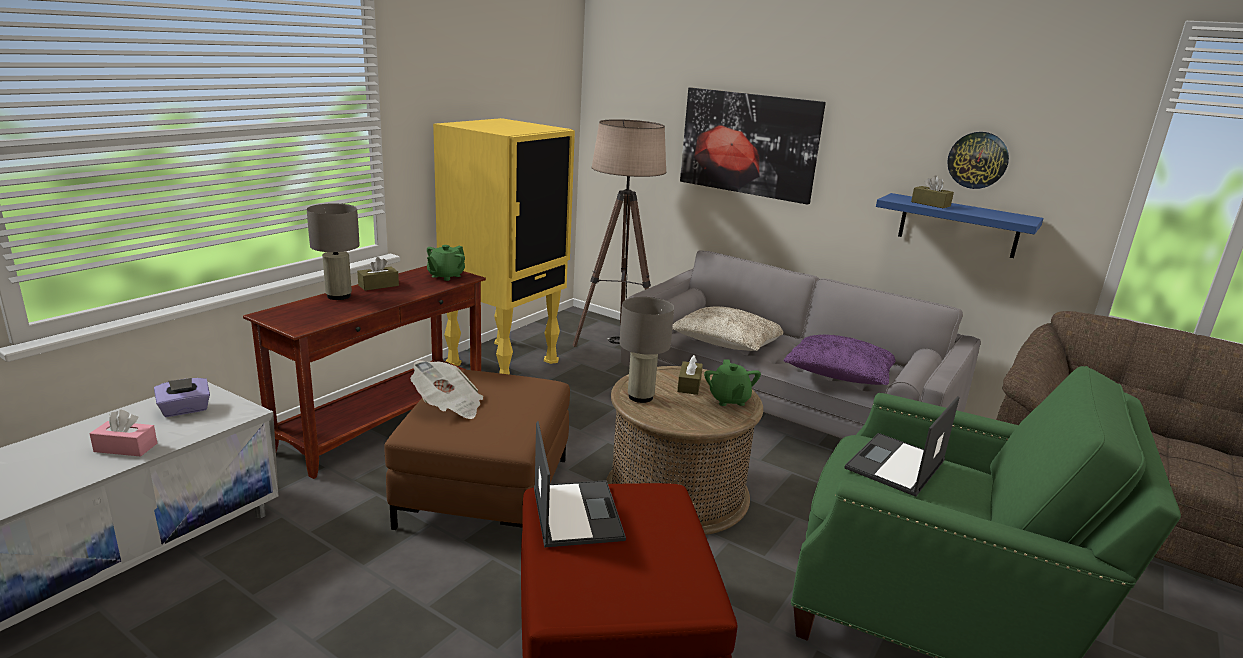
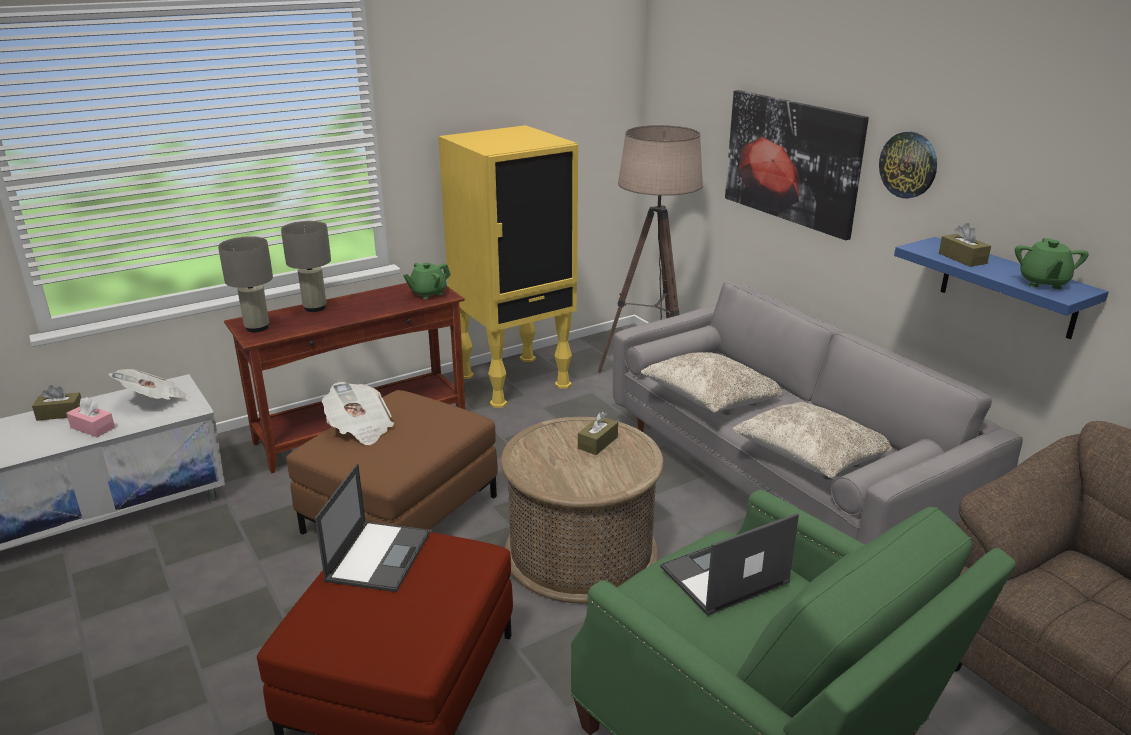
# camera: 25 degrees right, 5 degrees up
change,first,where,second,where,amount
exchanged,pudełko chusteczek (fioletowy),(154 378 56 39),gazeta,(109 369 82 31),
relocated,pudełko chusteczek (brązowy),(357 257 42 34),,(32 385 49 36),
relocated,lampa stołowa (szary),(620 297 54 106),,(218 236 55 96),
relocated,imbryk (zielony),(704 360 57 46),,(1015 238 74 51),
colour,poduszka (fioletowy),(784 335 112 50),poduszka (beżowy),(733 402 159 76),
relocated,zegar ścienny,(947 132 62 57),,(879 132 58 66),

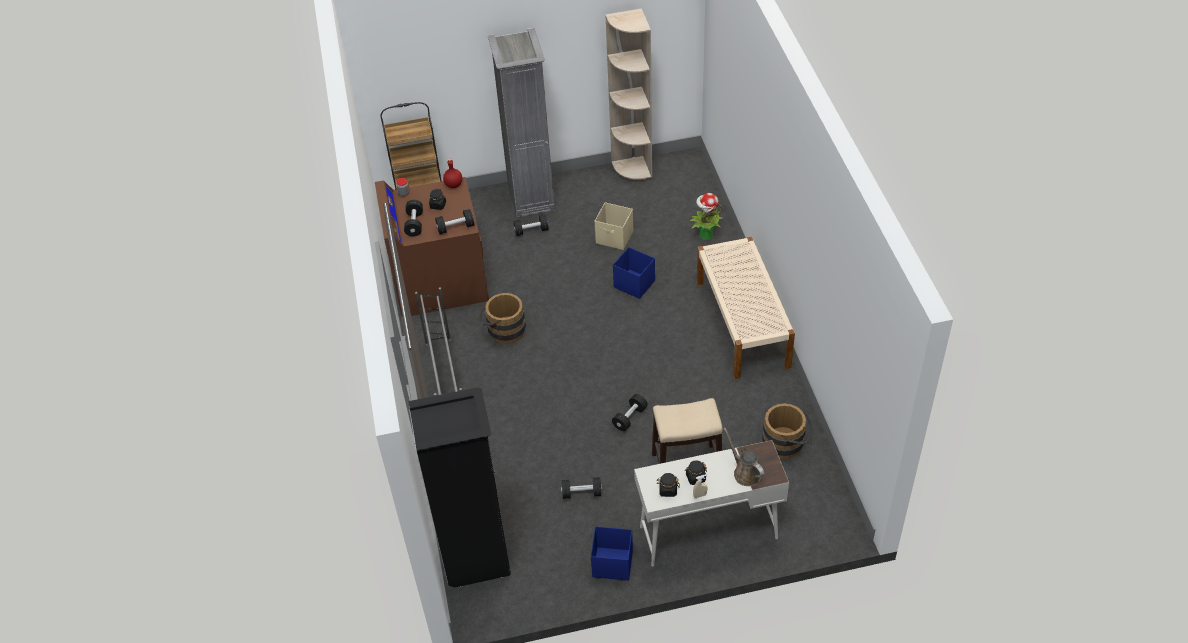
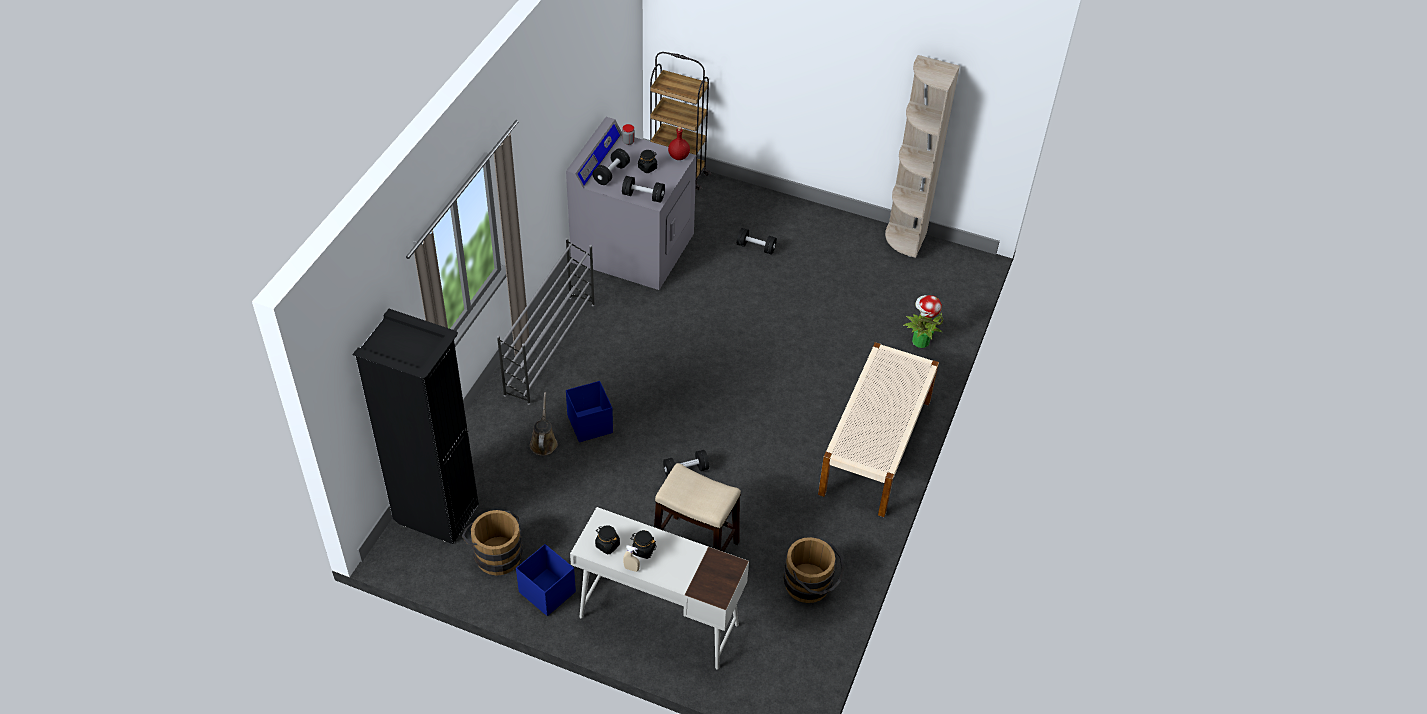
# camera: 30 degrees right, 0 degrees up
change,first,where,second,where,amount
colour,pralka (brązowy),(375 177 114 140),pralka (szary),(566 117 130 173),
relocated,wiadro (brązowy),(479 292 47 52),,(462 510 61 66),
missing,szafka (szary),(488 28 67 189),,,
missing,hantel (czarny),(561 477 41 22),,,
missing,pojemnik do przechowywania (beżowy),(595 202 38 48),,,
relocated,pojemnik do przechowywania (niebieski),(613 247 42 52),,(566 381 47 61),
relocated,konewka (brązowy),(723 428 41 58),,(530 392 28 64),

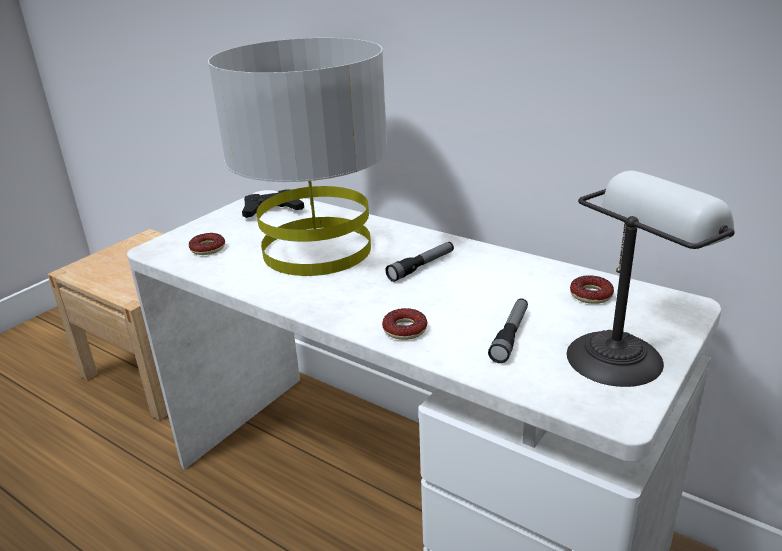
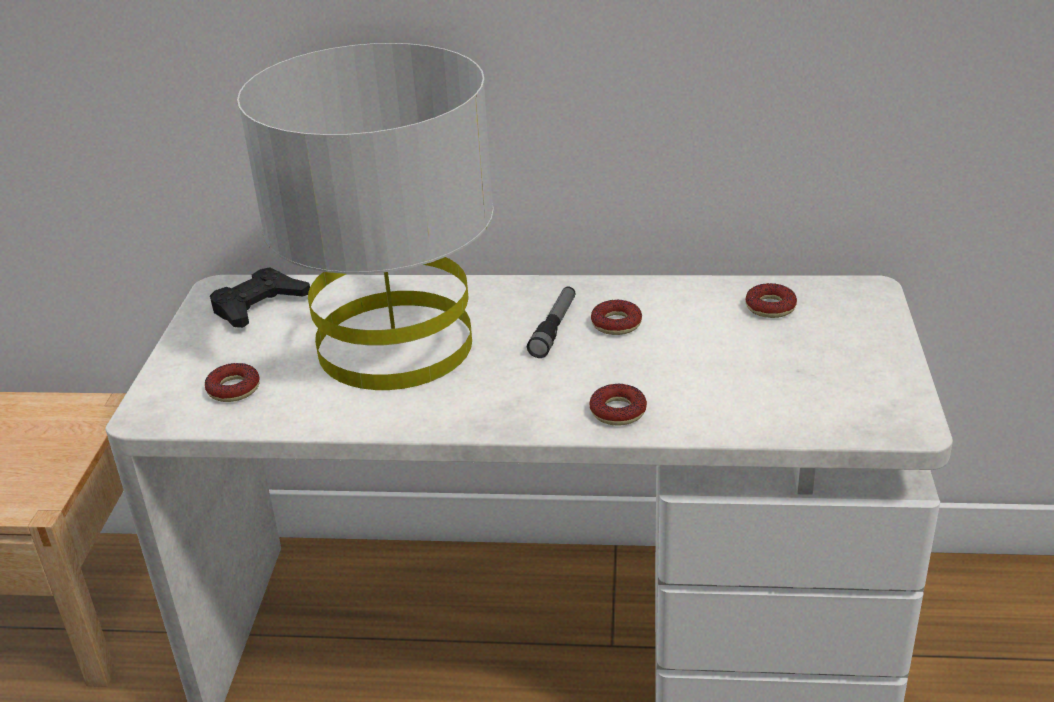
# camera: 30 degrees left, 5 degrees up
change,first,where,second,where,amount
missing,latarka,(488 298 40 65),,,
missing,lampa stołowa,(567 171 168 216),,,
appeared,,,donut,(591 300 51 35),

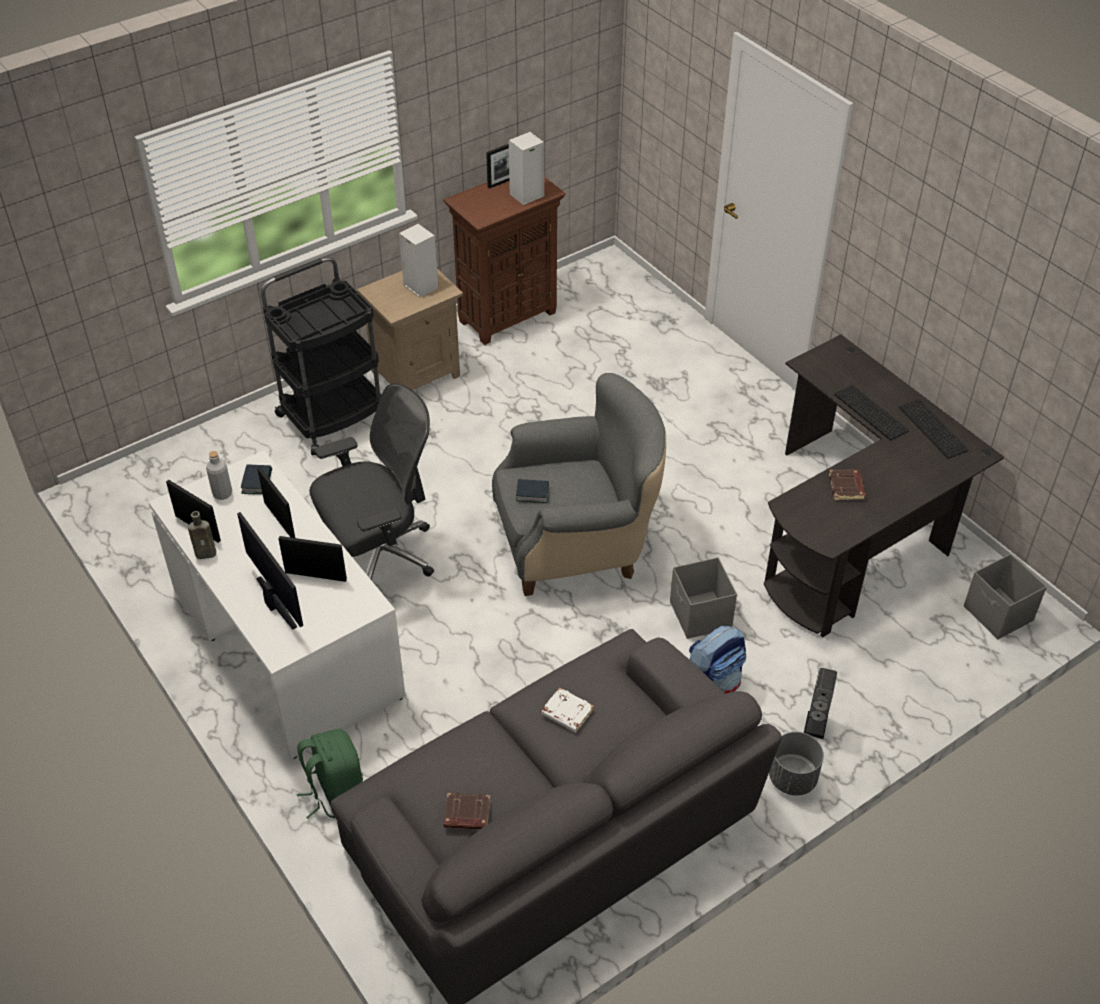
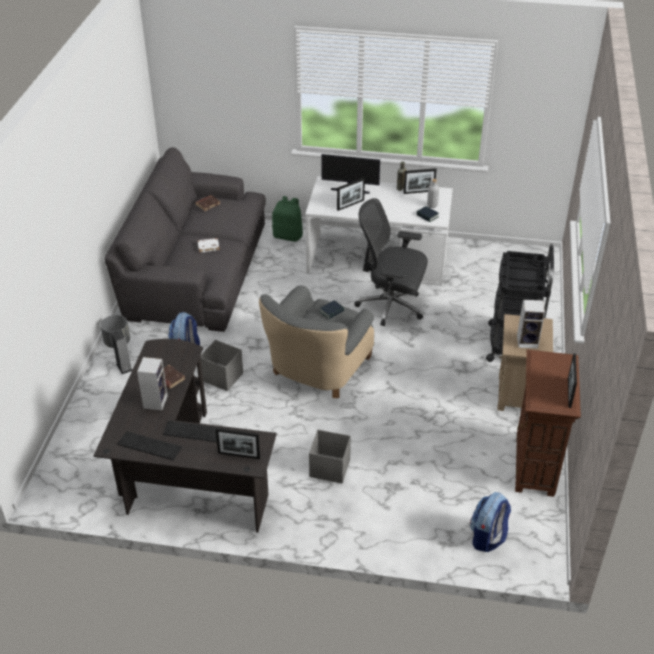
# camera: 135 degrees right, 5 degrees down
change,first,where,second,where,amount
relocated,ramka na zdjęcie,(257 467 38 71),,(216 428 44 31),
spun,krzesło biurowe,(310 383 124 197),,(354 198 74 128),90 degrees clockwise
relocated,głośnik,(509 132 35 73),,(137 357 31 53),
relocated,pojemnik do przechowywania (szary),(964 554 83 85),,(309 430 42 53),
appeared,,,plecak,(470 492 41 60),

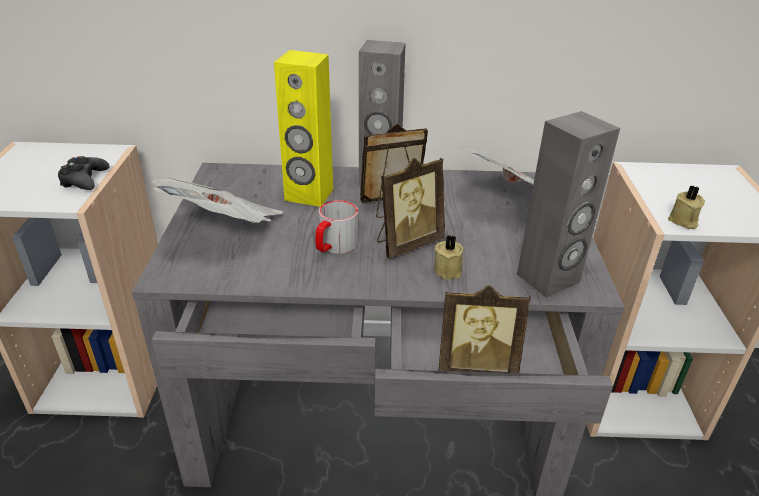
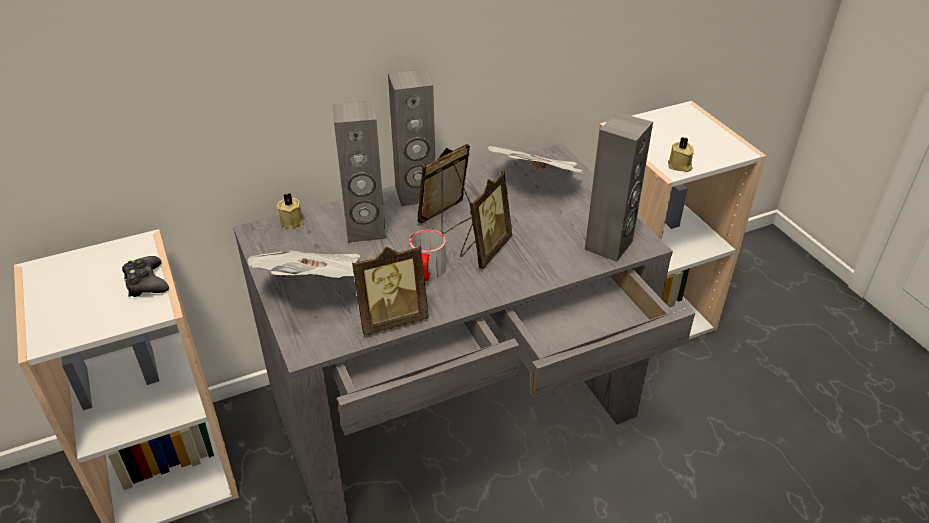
# camera: 25 degrees left, 5 degrees up
change,first,where,second,where,amount
colour,głośnik (żółty),(274 50 59 157),głośnik (szary),(332 101 54 142),
relocated,świeca (beżowy),(434 235 30 45),,(277 193 27 36),
relocated,ramka na zdjęcie,(438 285 93 88),,(352 246 76 90),

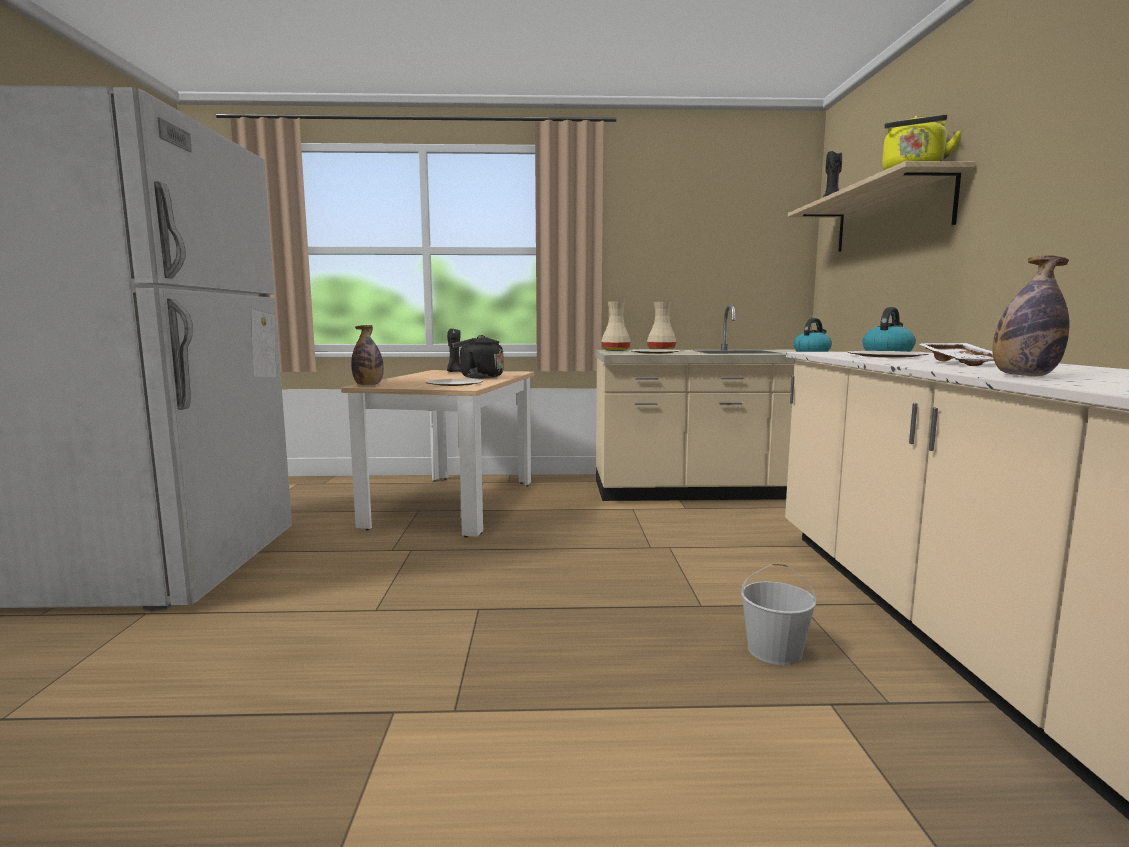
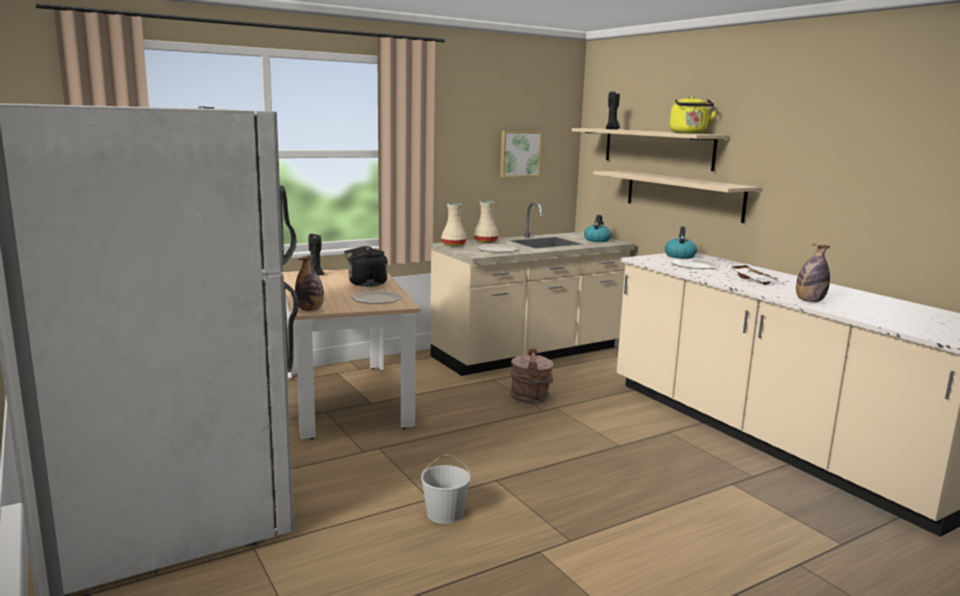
# camera: 30 degrees left, 5 degrees up
change,first,where,second,where,amount
relocated,wiadro (biały),(741 563 75 102),,(421 454 50 70),
appeared,,,obraz,(500 131 42 46),
appeared,,,wiadro (brązowy),(510 348 44 56),
appeared,,,półka,(593 171 167 52),

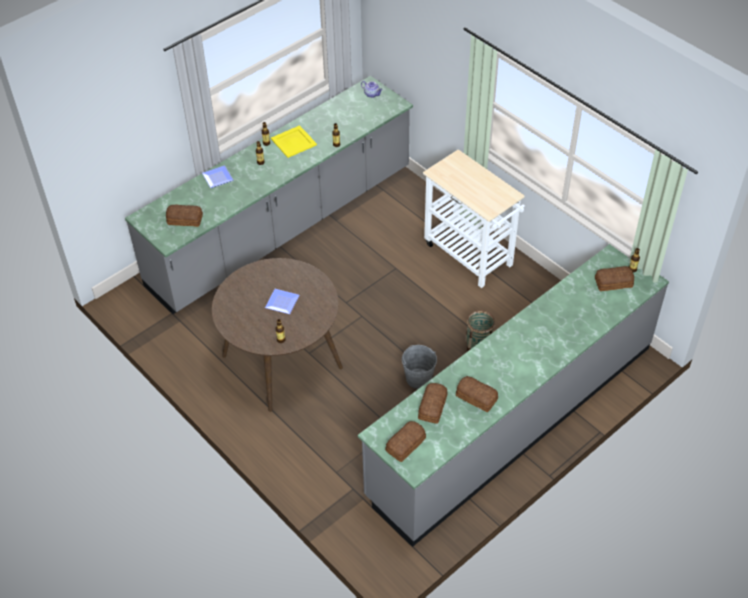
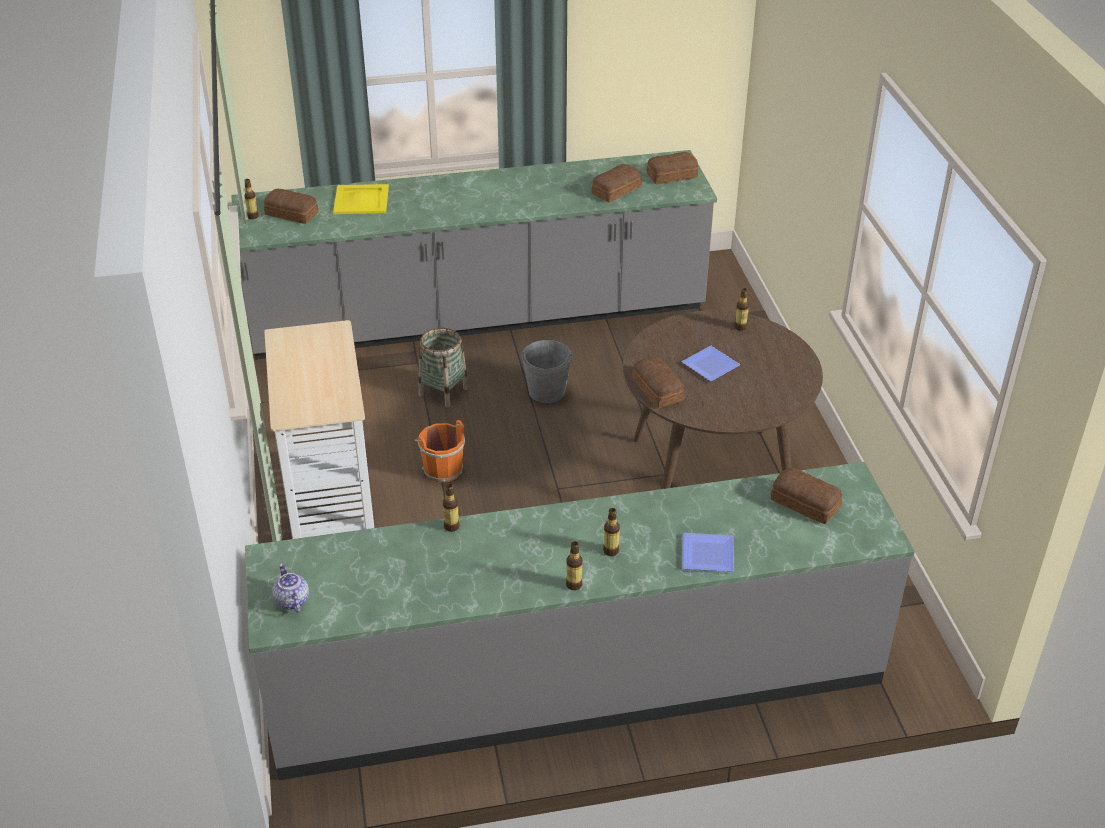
# camera: 150 degrees left, 10 degrees down
change,first,where,second,where,amount
relocated,taca (żółty),(271 125 46 33),,(333 184 56 30),
relocated,chleb,(456 376 42 36),,(632 356 52 52),
appeared,,,wiadro (pomarańczowy),(414 420 51 62),

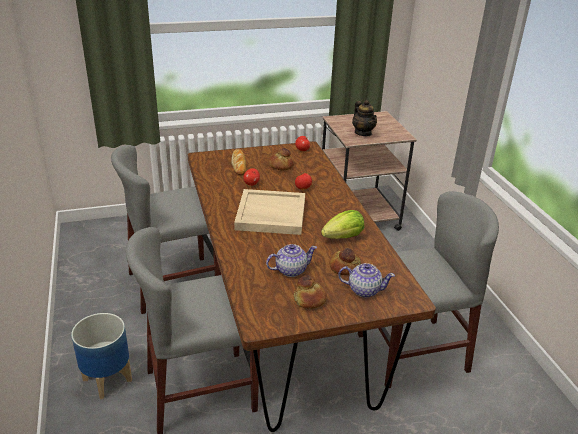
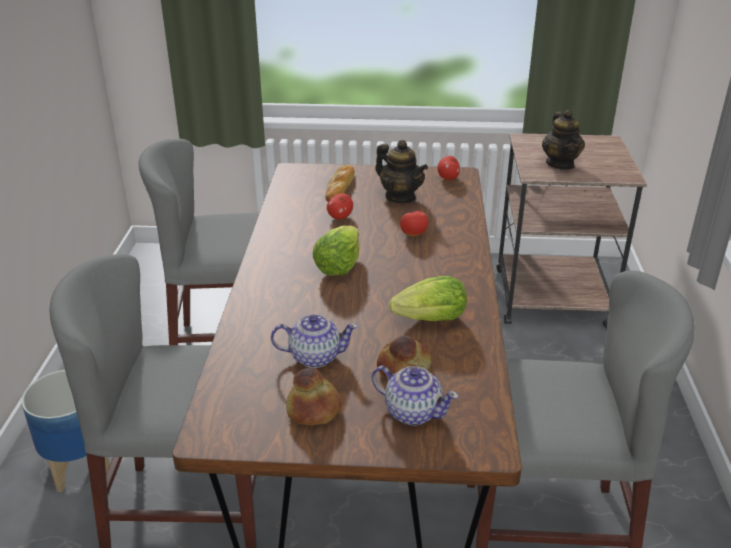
# camera: 20 degrees right, 0 degrees up
change,first,where,second,where,amount
exchanged,taca (beżowy),(234 189 71 46),sałata,(313 226 46 50),
exchanged,chleb,(269 148 25 22),imbryk,(375 140 53 63),

